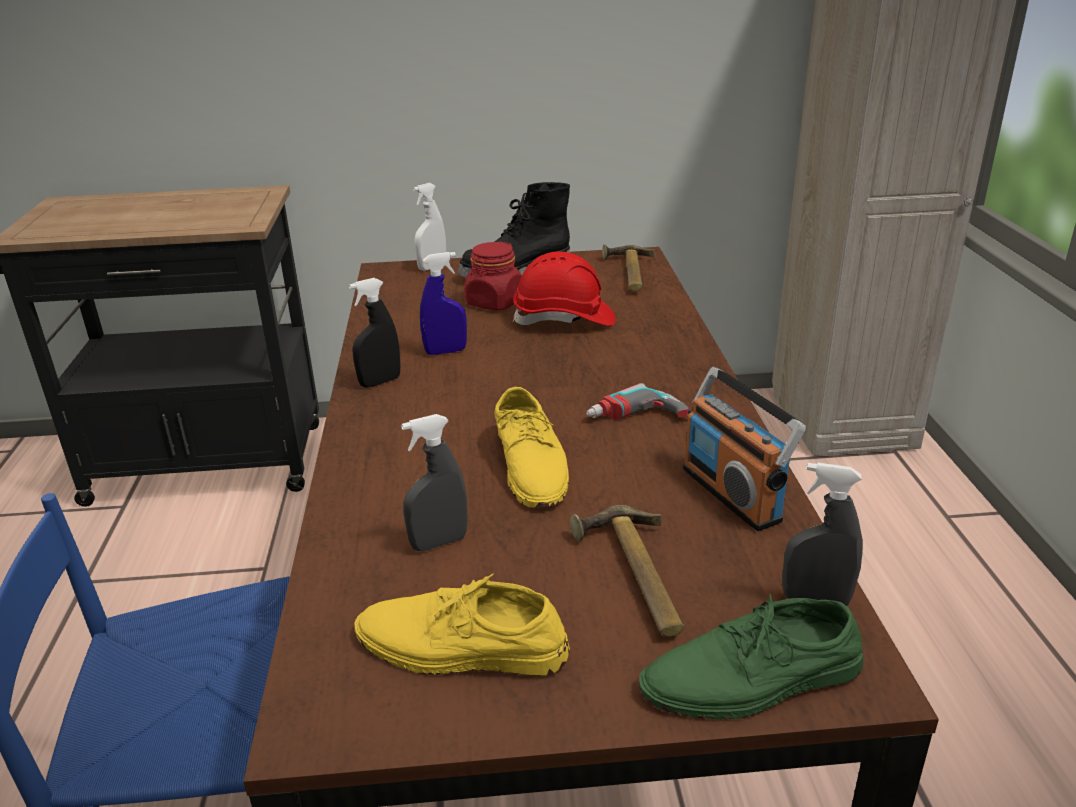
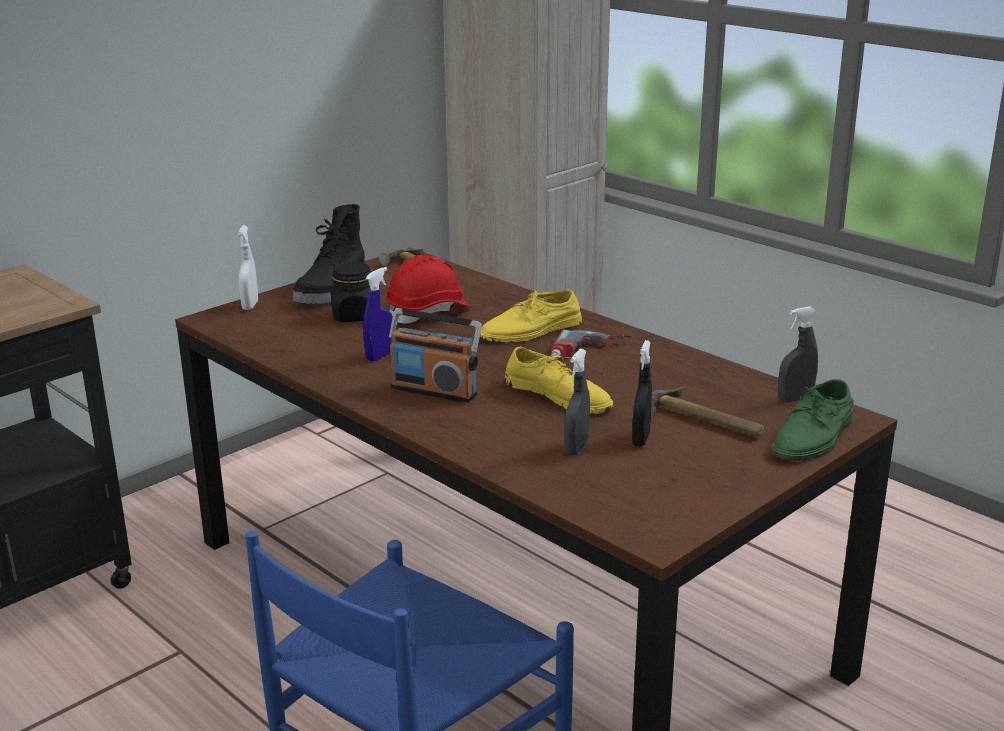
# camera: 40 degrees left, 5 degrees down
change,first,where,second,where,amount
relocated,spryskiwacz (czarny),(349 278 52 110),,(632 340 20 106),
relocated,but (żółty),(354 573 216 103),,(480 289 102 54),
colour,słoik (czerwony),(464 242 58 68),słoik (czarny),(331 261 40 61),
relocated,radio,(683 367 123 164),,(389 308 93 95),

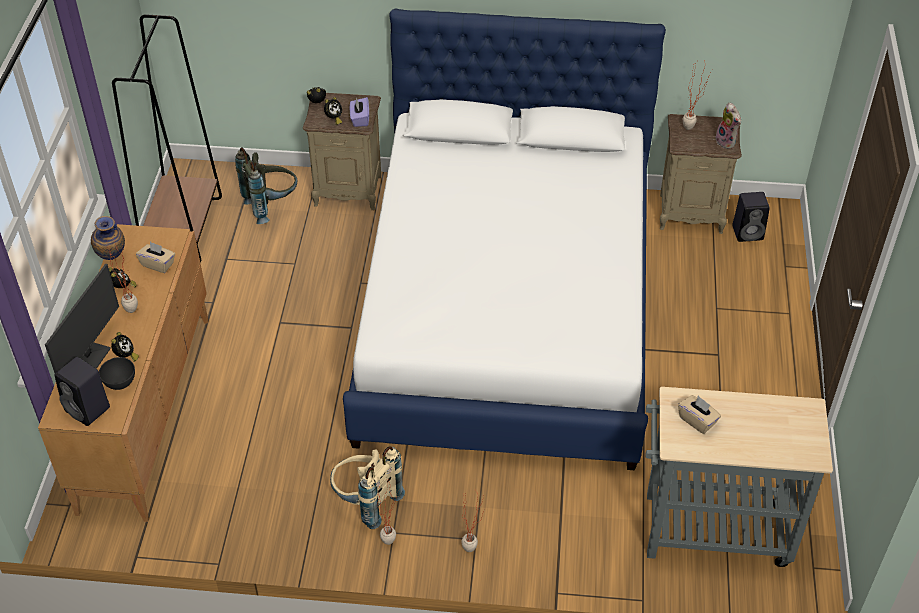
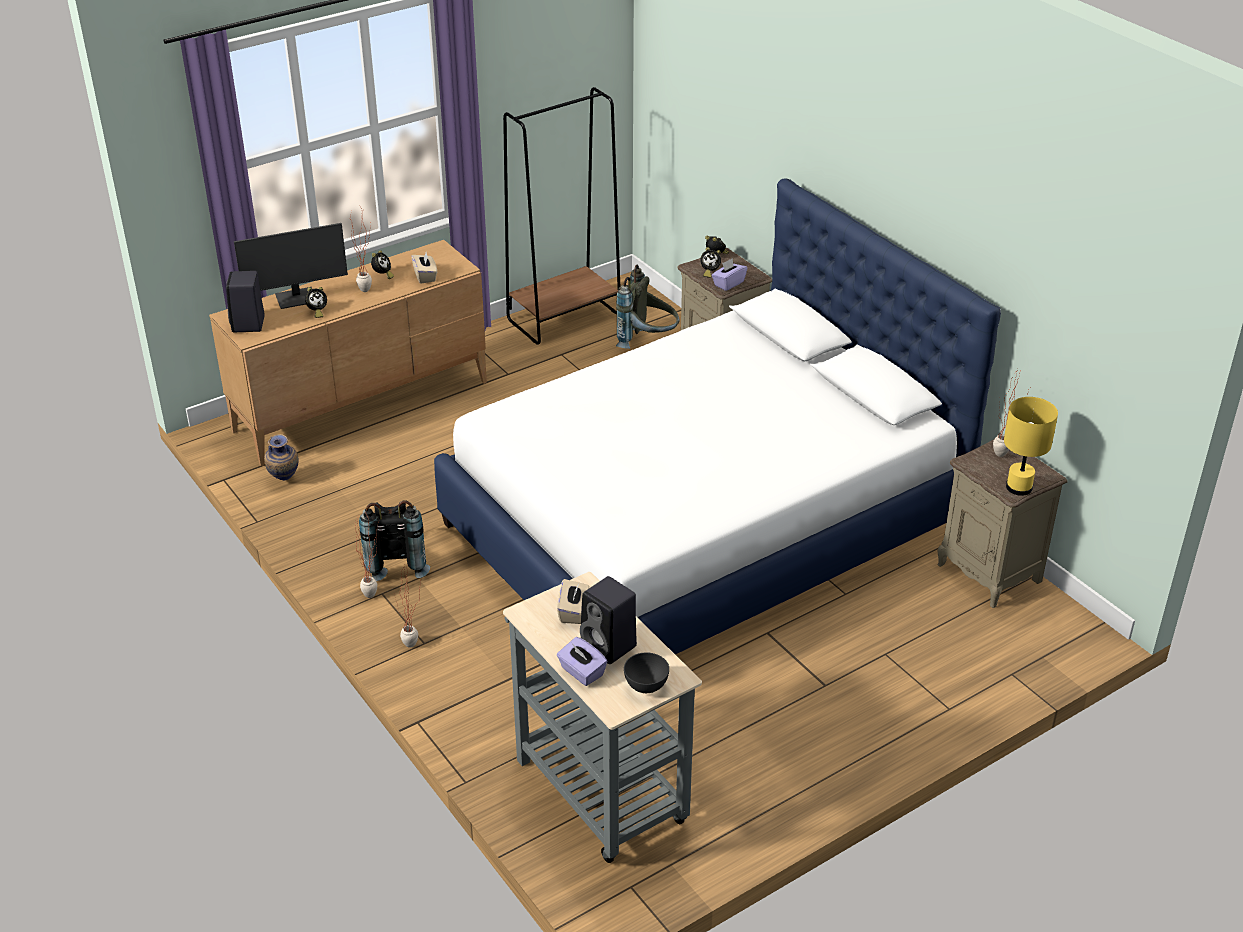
# camera: 50 degrees right, 10 degrees down
change,first,where,second,where,amount
relocated,wazon,(91 216 34 44),,(264 434 35 46),
relocated,miska (szary),(99 357 36 33),,(624 652 45 41),
colour,plecak (beżowy),(330 446 75 83),plecak (czarny),(359 500 71 81),
exchanged,pluszak,(716 103 25 46),lampa stołowa (żółty),(1004 397 54 99),
relocated,głośnik (czarny),(733 192 36 50),,(580 576 57 88),
appeared,,,pudełko chusteczek (fioletowy),(557 637 50 49),

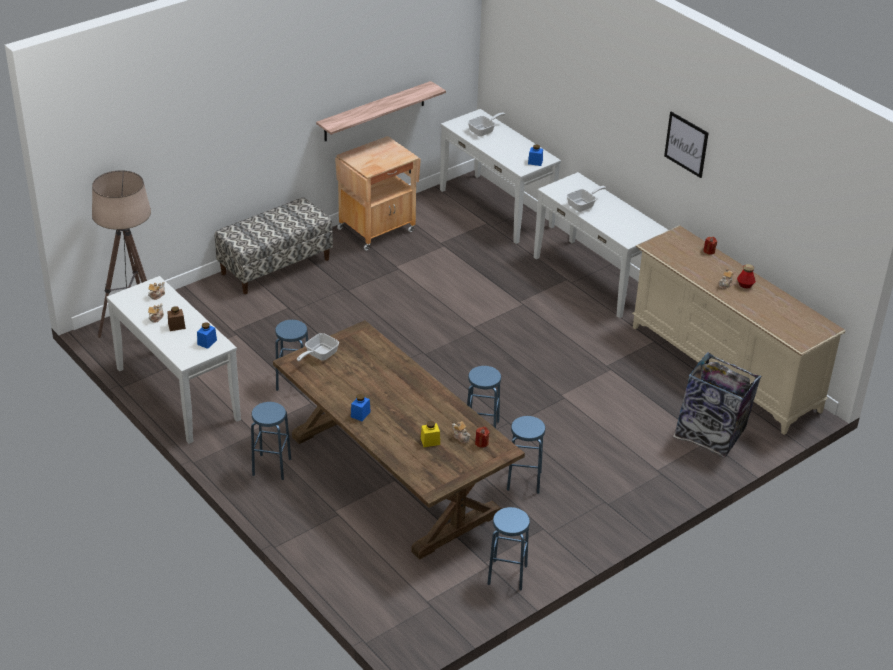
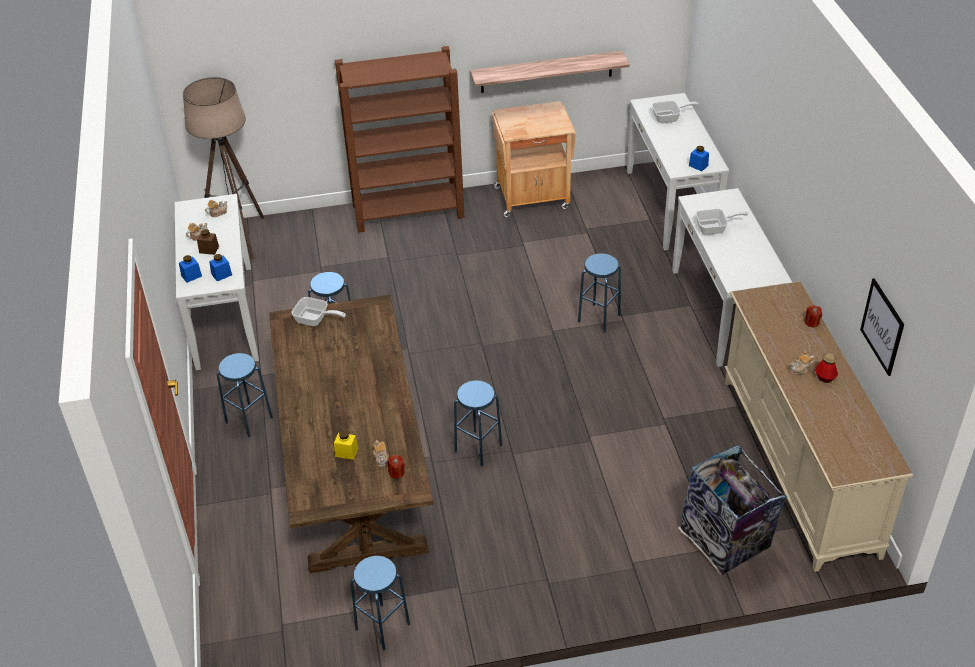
# camera: 30 degrees right, 5 degrees up
change,first,where,second,where,amount
exchanged,ławka,(215 197 118 97),regał (brązowy),(335 46 129 187),
spun,patelnia,(297 333 42 28),,(291 297 55 29),135 degrees counterclockwise
relocated,słoik (niebieski),(351 394 20 27),,(179 255 23 28),
relocated,stołek (niebieski),(507 416 39 78),,(578 253 43 80),
relocated,obraz,(664 112 45 66),,(860 278 44 98),

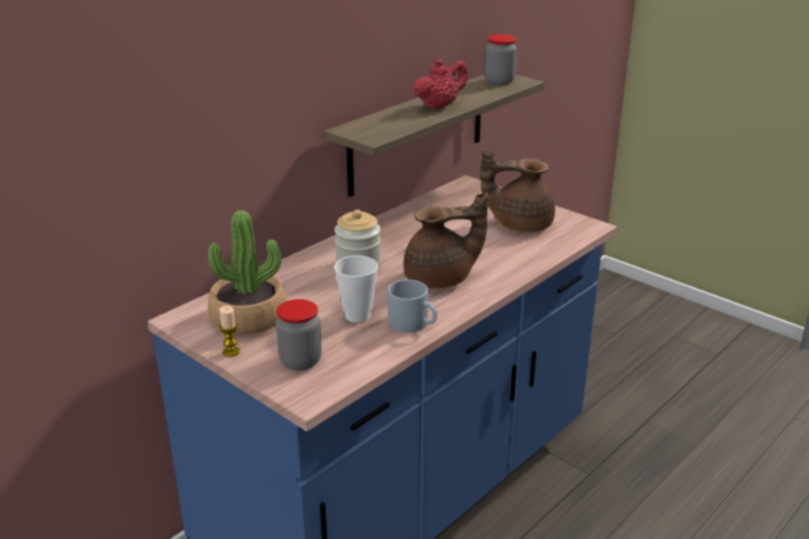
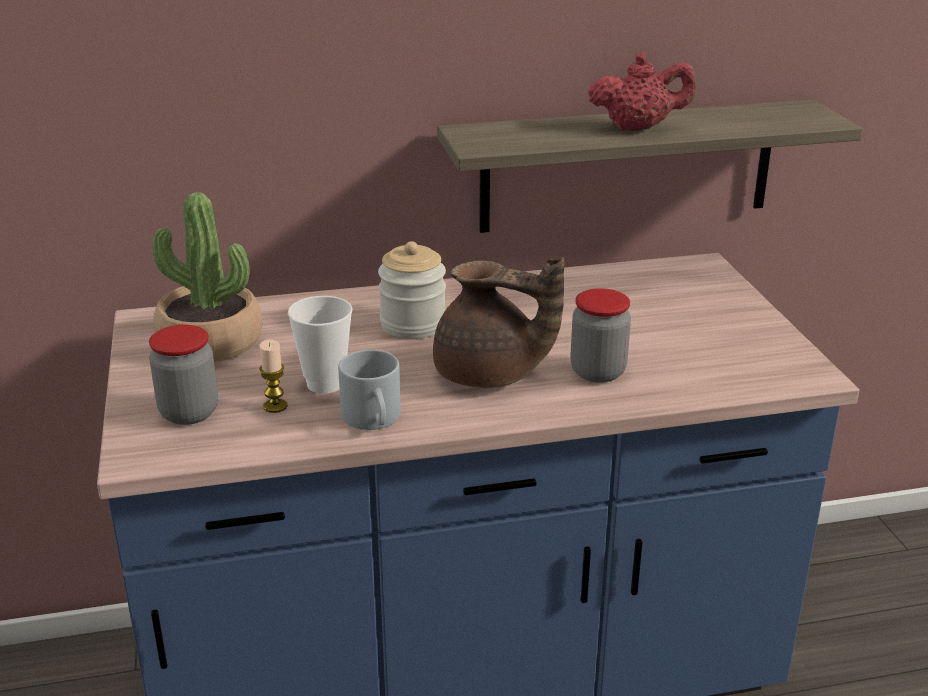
# camera: 35 degrees right, 0 degrees up
change,first,where,second,where,amount
relocated,świeca,(219 306 21 51),,(259 339 28 74),
missing,imbryk (brązowy),(481 149 74 83),,,
relocated,słoik,(485 34 32 51),,(570 288 61 95),

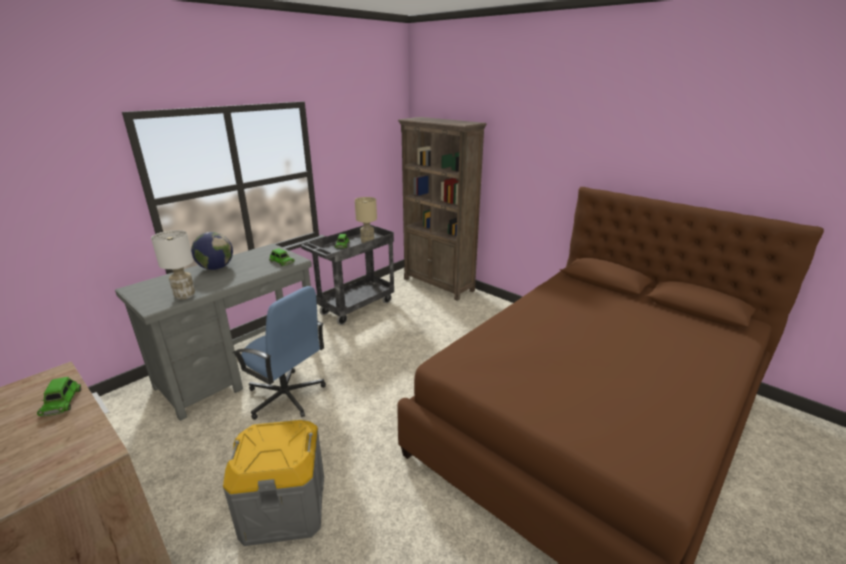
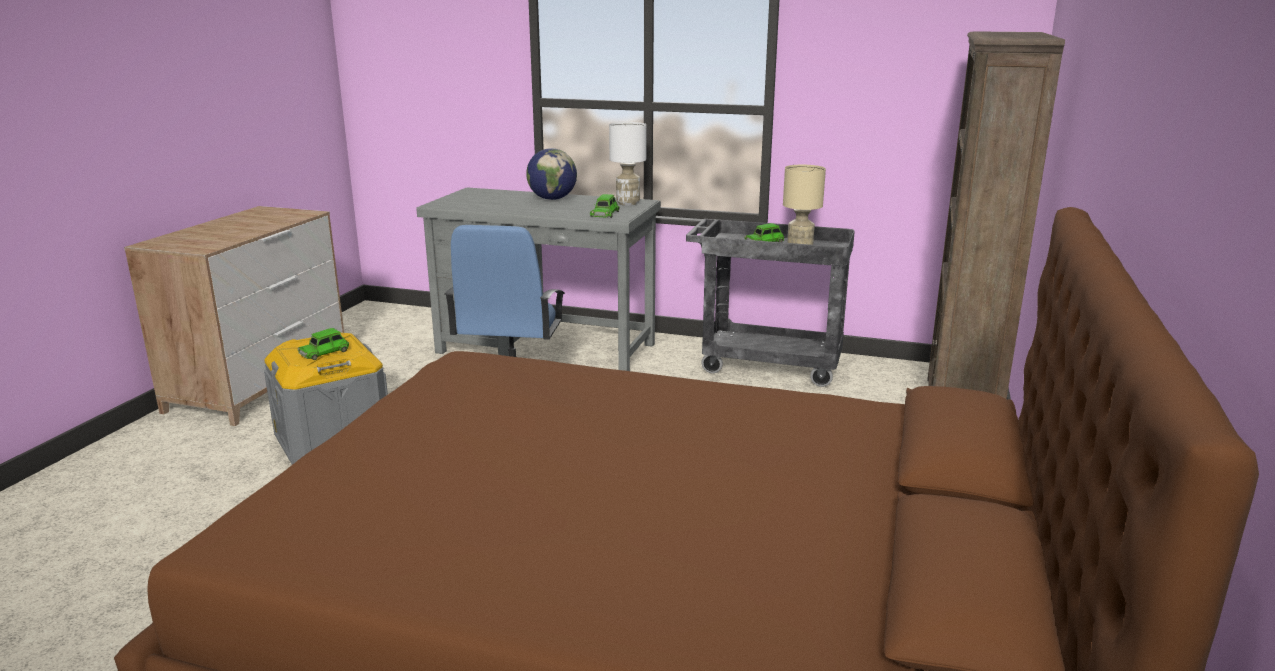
# camera: 65 degrees right, 5 degrees down
change,first,where,second,where,amount
relocated,samochodzik (zielony),(37 377 44 40),,(297 328 52 32),
relocated,lampa stołowa (biały),(151 230 44 70),,(609 122 37 84),

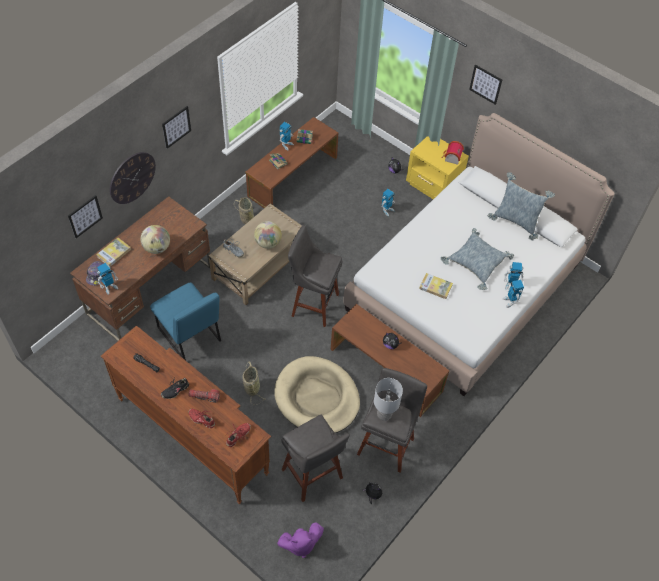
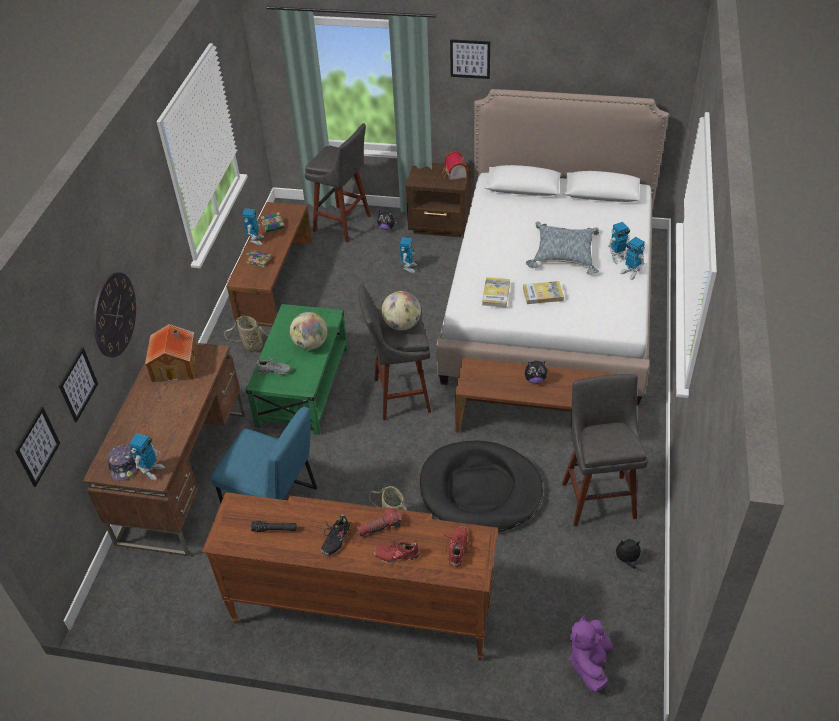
# camera: 25 degrees left, 10 degrees down
change,first,where,second,where,amount
relocated,książka,(96 238 35 29),,(482 277 28 30),
relocated,globus,(140 225 30 29),,(382 291 39 39),
relocated,obraz,(162 106 29 43),,(15 407 45 80),
colour,ława (beżowy),(208 203 94 102),ława (zielony),(246 304 102 131),
colour,legowisko (beżowy),(274 356 86 77),legowisko (czarny),(420 441 123 91),
spun,pluszak (fioletowy),(277 522 47 36),,(569 615 44 77),150 degrees clockwise
relocated,stołek (szary),(281 414 69 88),,(305 123 66 119),
missing,lampa stołowa (szary),(374 378 29 43),,,
colour,szafka nocna (żółty),(406 136 63 63),szafka nocna (brązowy),(406 163 65 74),
missing,poduszka,(488 172 67 68),,,
appeared,,,domek,(145 324 53 58),

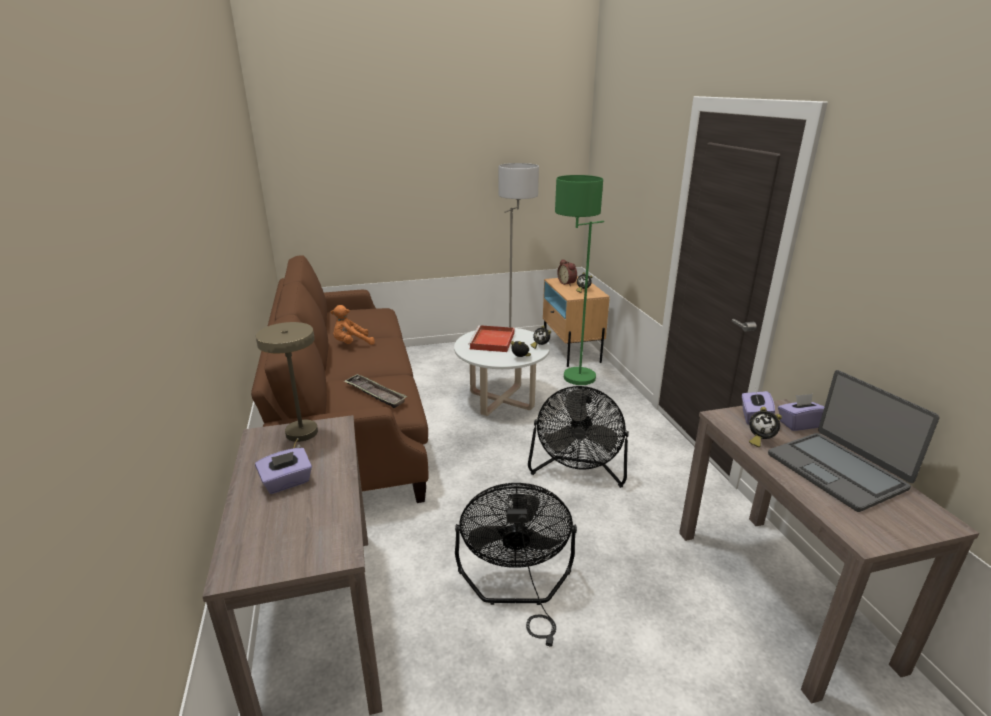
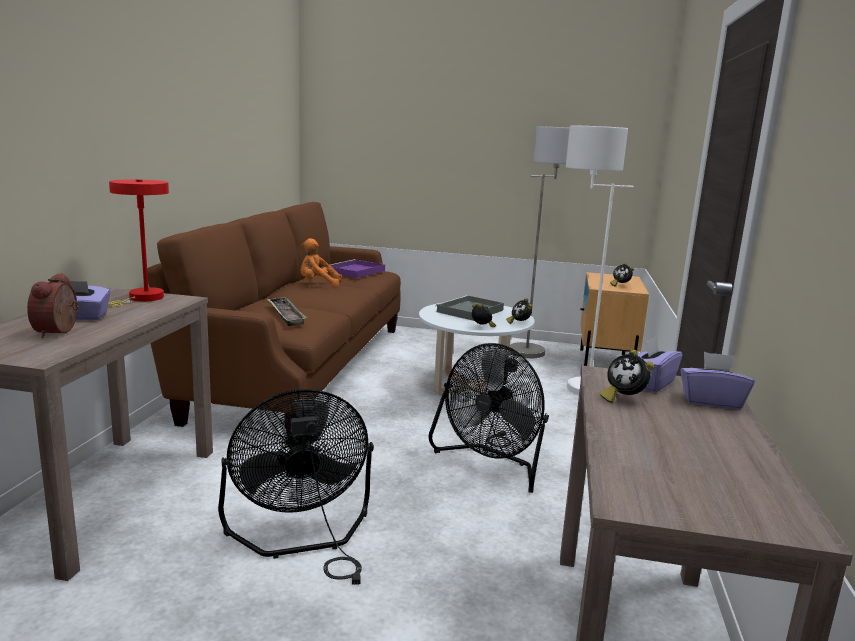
# camera: 25 degrees right, 10 degrees down
change,first,where,second,where,amount
colour,lampa stołowa (beżowy),(256 322 62 126),lampa stołowa (czerwony),(108 179 61 128),
spun,wentylator (czarny),(455 483 122 164),,(218 389 156 196),45 degrees counterclockwise
colour,taca (czerwony),(468 325 47 27),taca (szary),(435 295 69 26),
colour,lampa stojąca (zielony),(555 175 49 210),lampa stojąca (biały),(566 125 68 270),
relocated,budzik,(557 259 20 27),,(27 273 52 65),
missing,laptop,(768 370 172 142),,,
appeared,,,taca (fioletowy),(328 259 57 19),

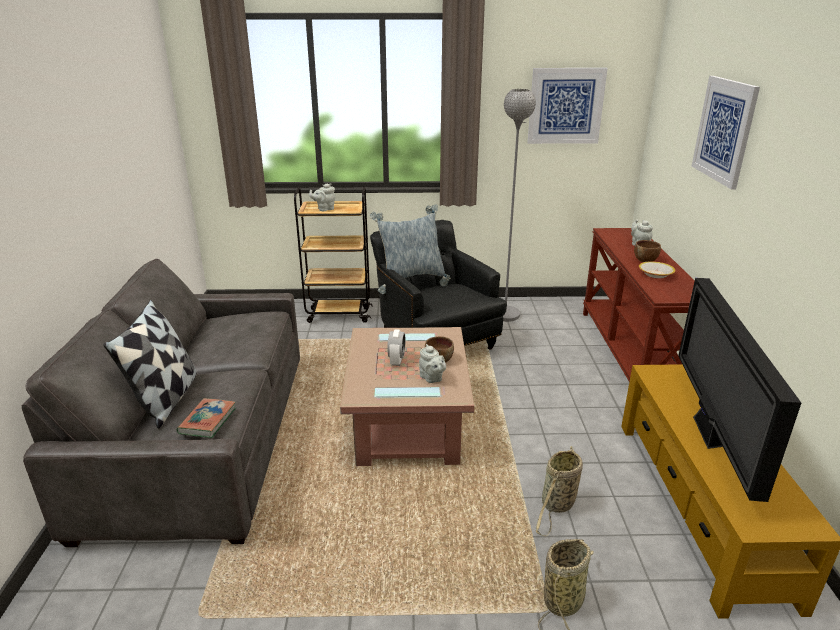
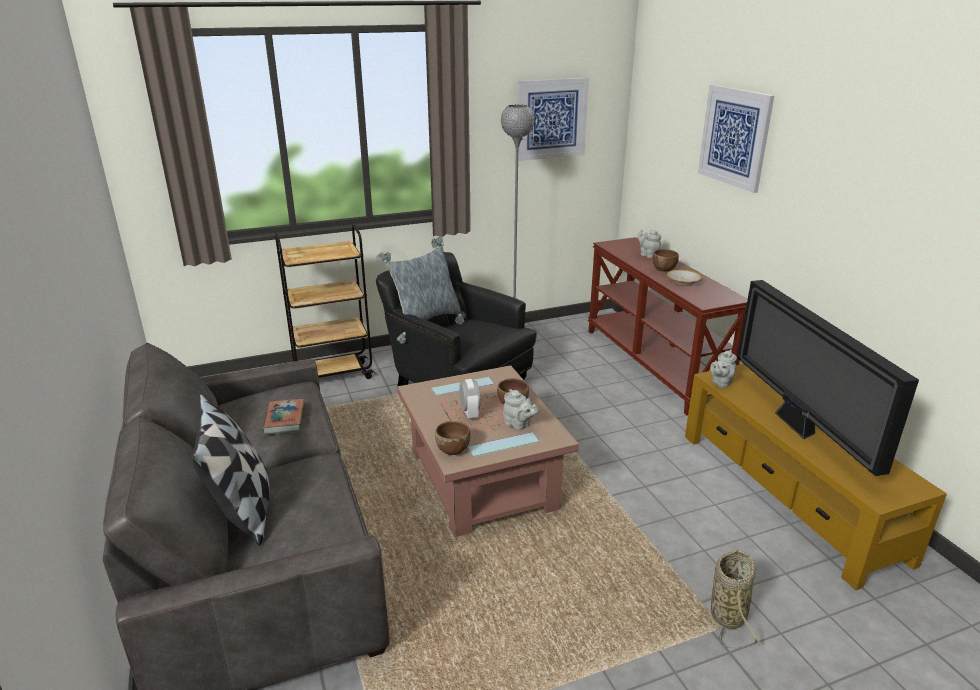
# camera: 20 degrees left, 0 degrees up
change,first,where,second,where,amount
relocated,książka,(177 398 59 40),,(263 399 41 35),
relocated,imbryk (szary),(309 183 26 28),,(710 349 27 39),
missing,koszyk,(536 446 47 90),,,
appeared,,,miska (brązowy),(435 421 35 34),

